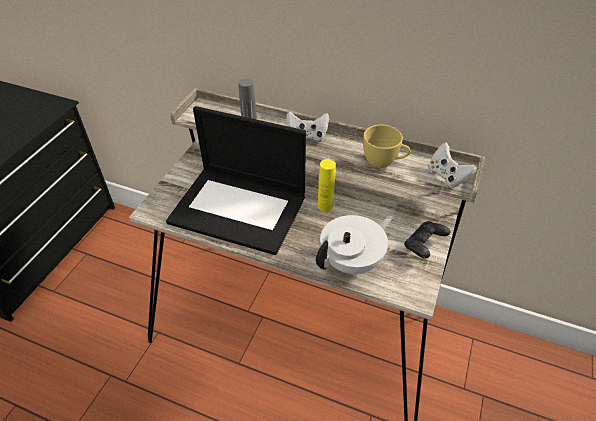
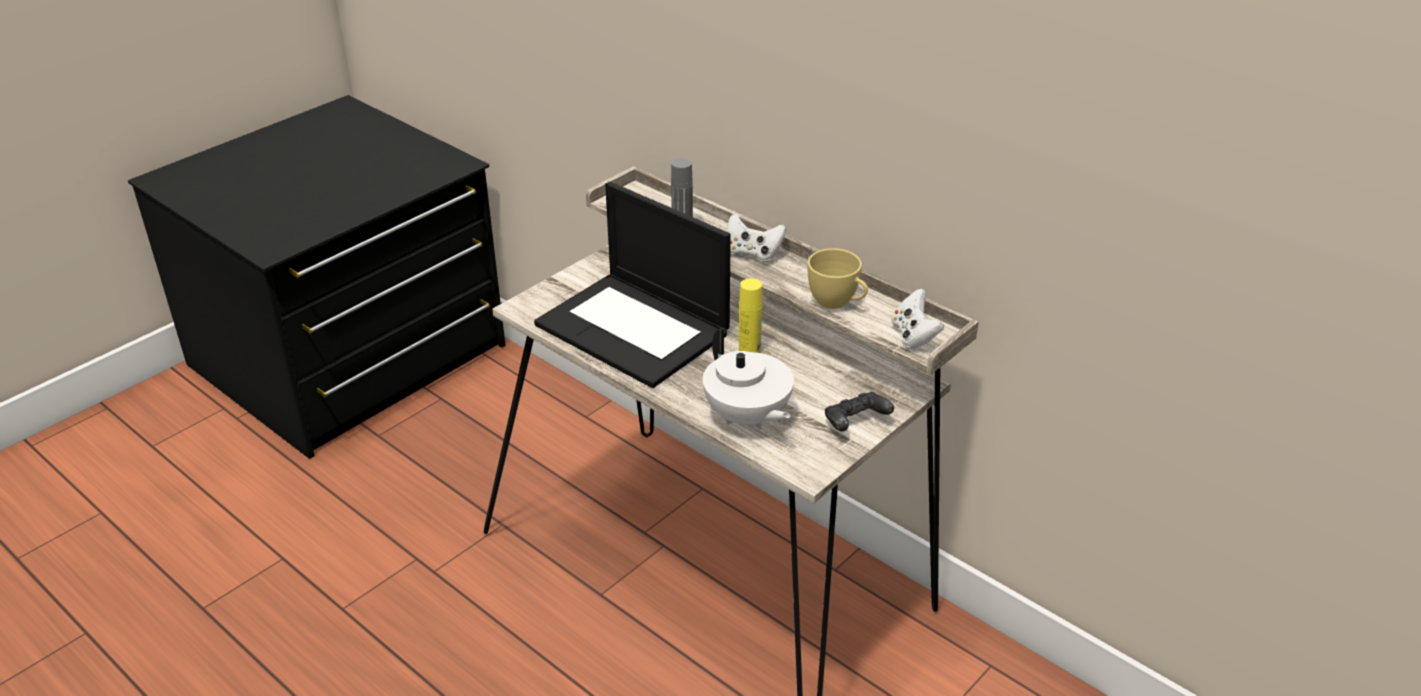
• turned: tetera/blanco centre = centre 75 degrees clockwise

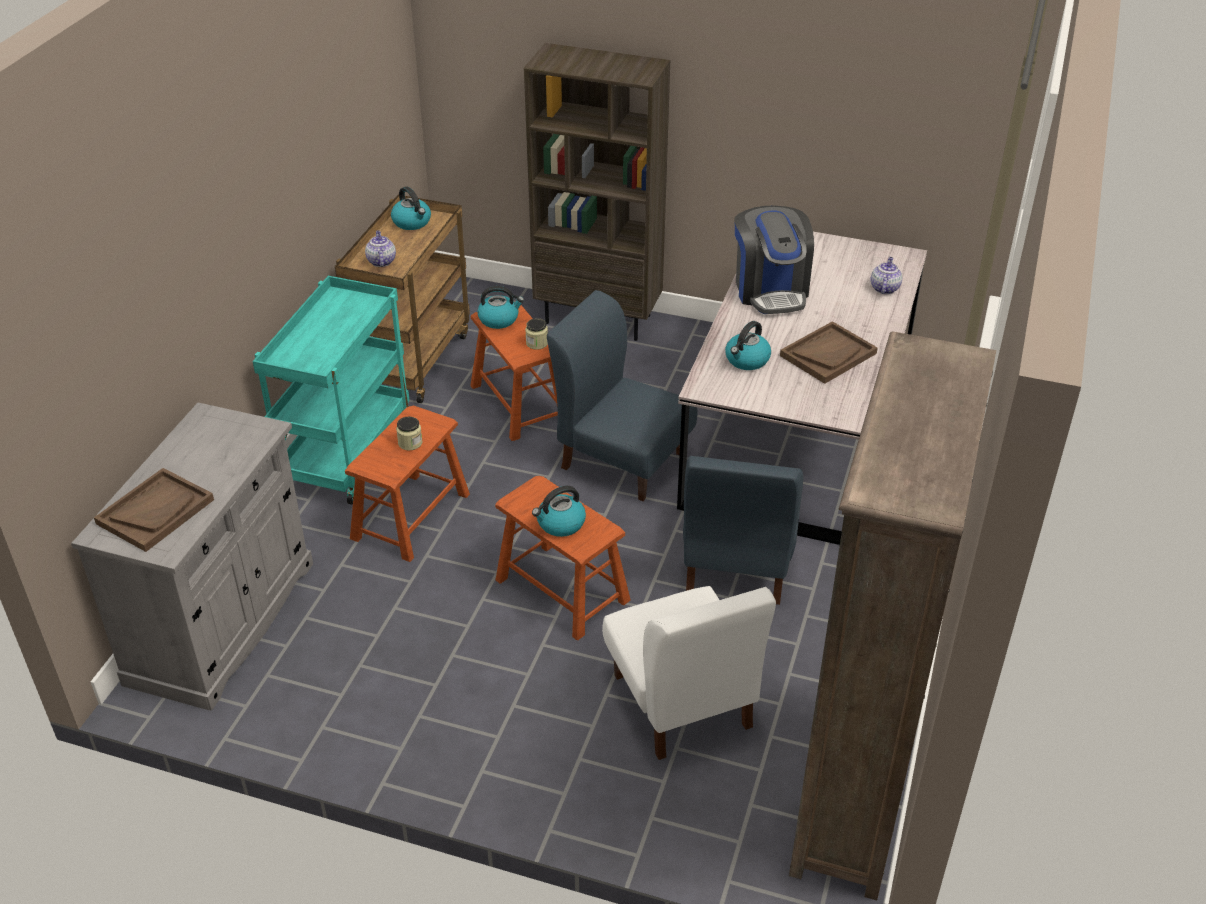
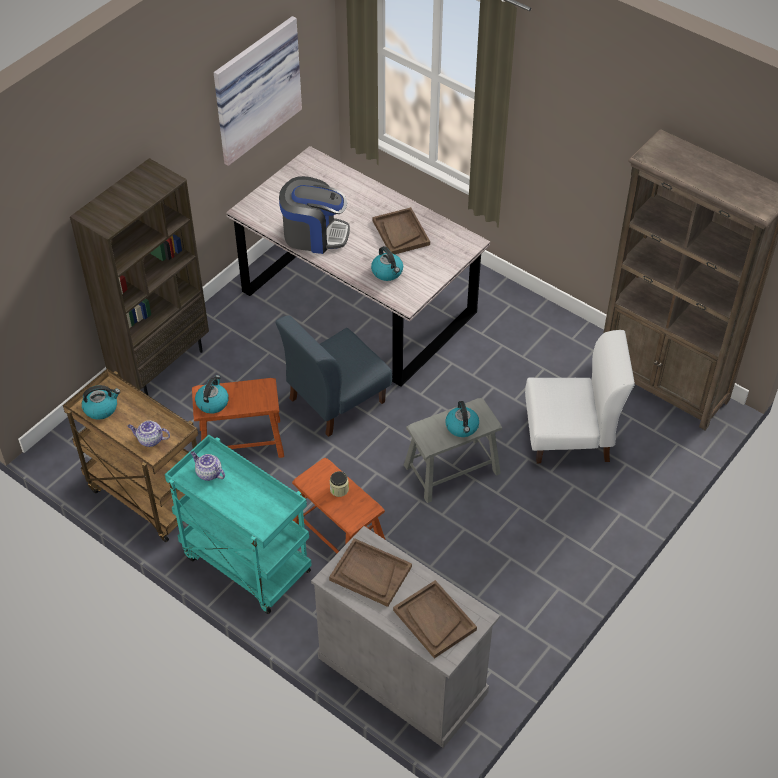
• moved: tetera (2nd from left) top right to middle left
• removed: tarro (2nd from left) centre
• removed: silla/azul (2nd from left) centre
• recoloured: taburete/marrón (3rd from left) centre to taburete/gris centre
• added: cuadro top left
• added: bandeja/marrón (1st from left) bottom centre

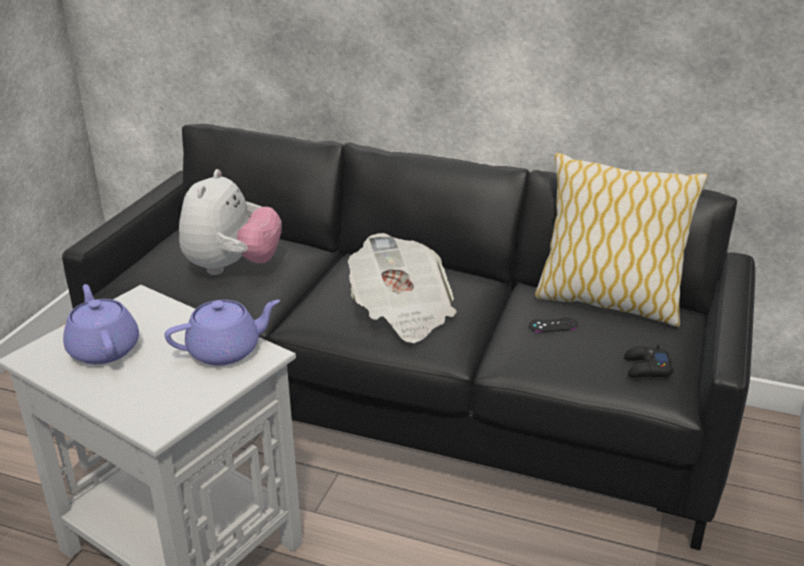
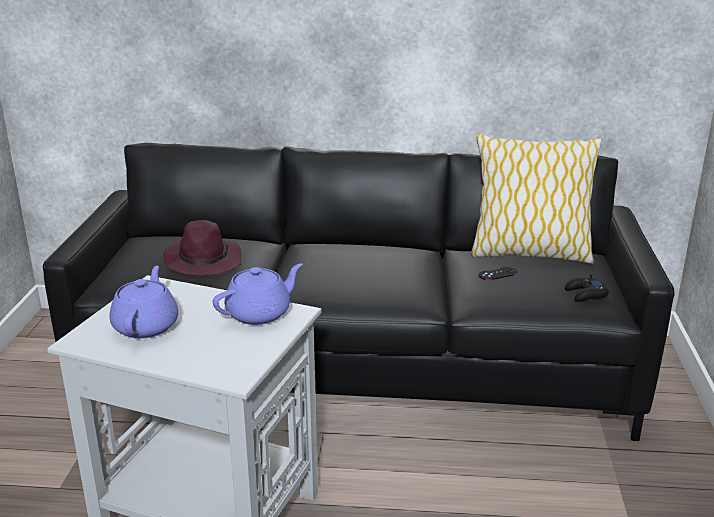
• replaced: peluche middle left to sombrero/morado middle left
• removed: periódico centre
• turned: tetera/morado (1st from left) middle left = middle left 45 degrees clockwise

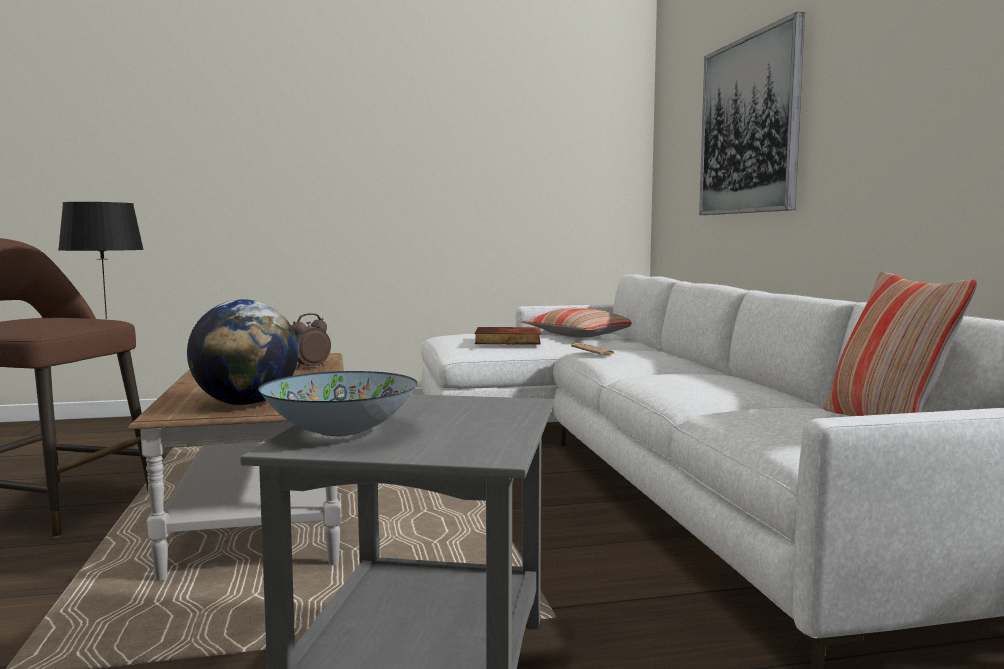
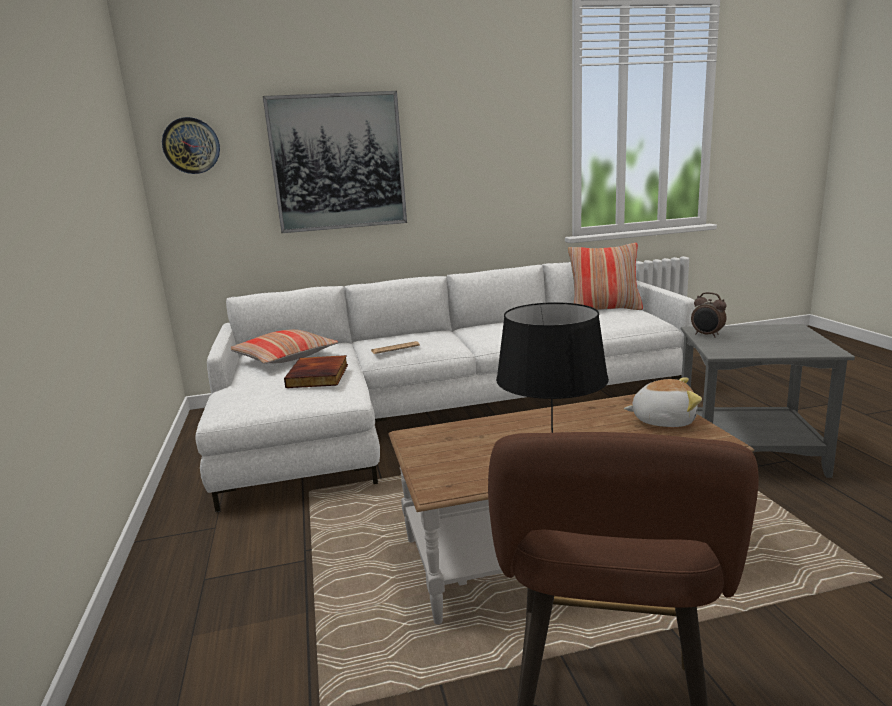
• replaced: globo terráqueo middle left to peluche middle right
• moved: despertador middle left to middle right
• removed: cuenco centre
• added: reloj de pared top left

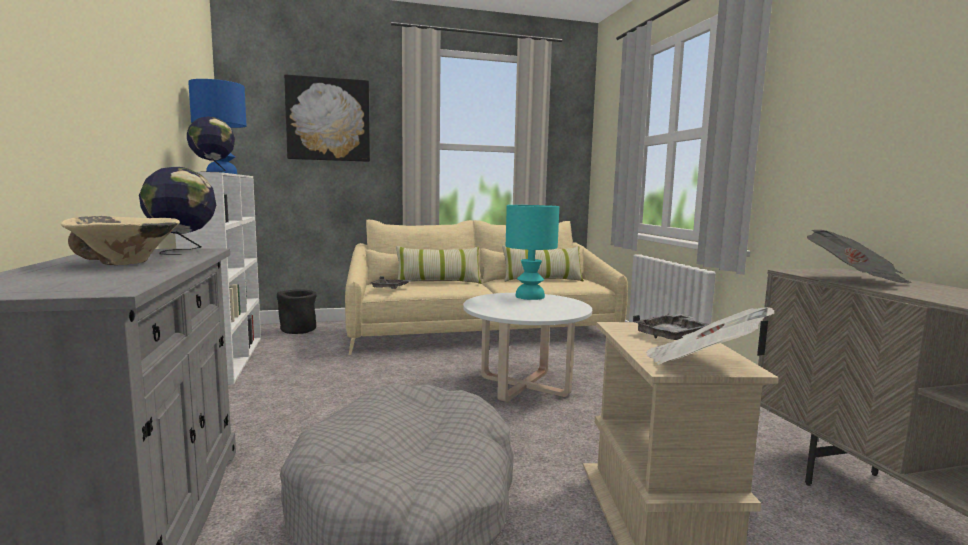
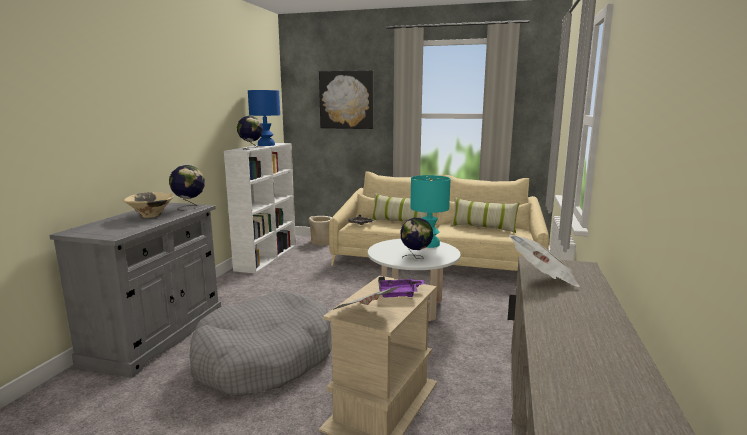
• recoloured: maceta/negro middle left to maceta/beis centre
• recoloured: bandeja/gris (2nd from left) middle right to bandeja/morado centre
• added: globo terráqueo (3rd from left) centre

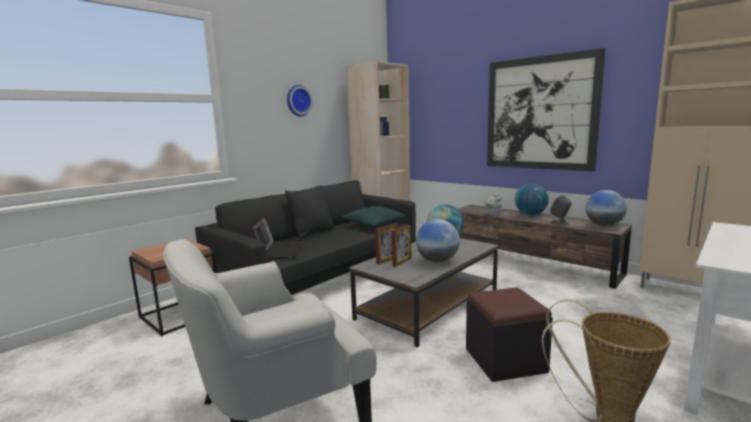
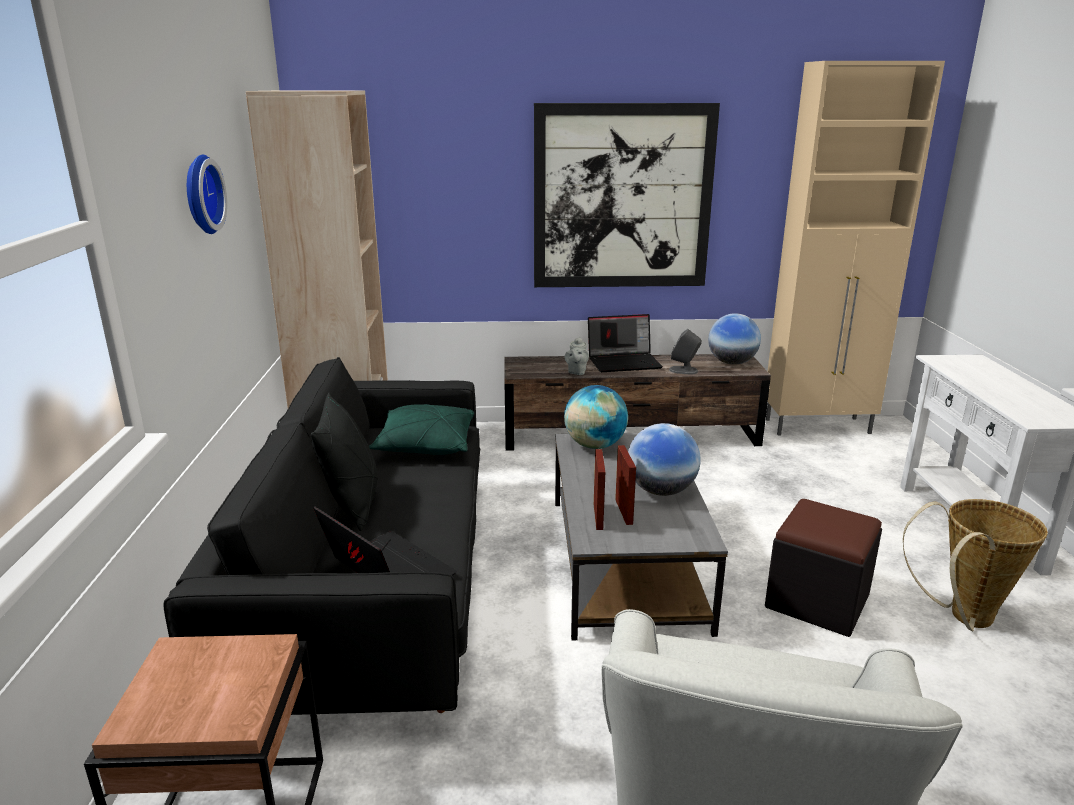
• replaced: globo terráqueo (3rd from left) middle right to portátil (2nd from left) centre

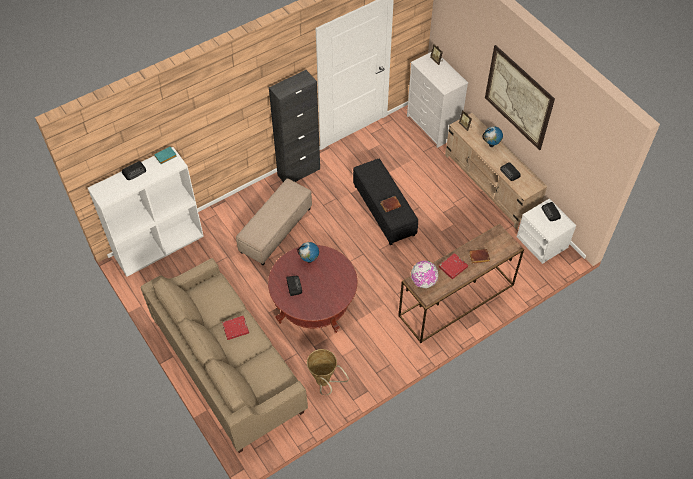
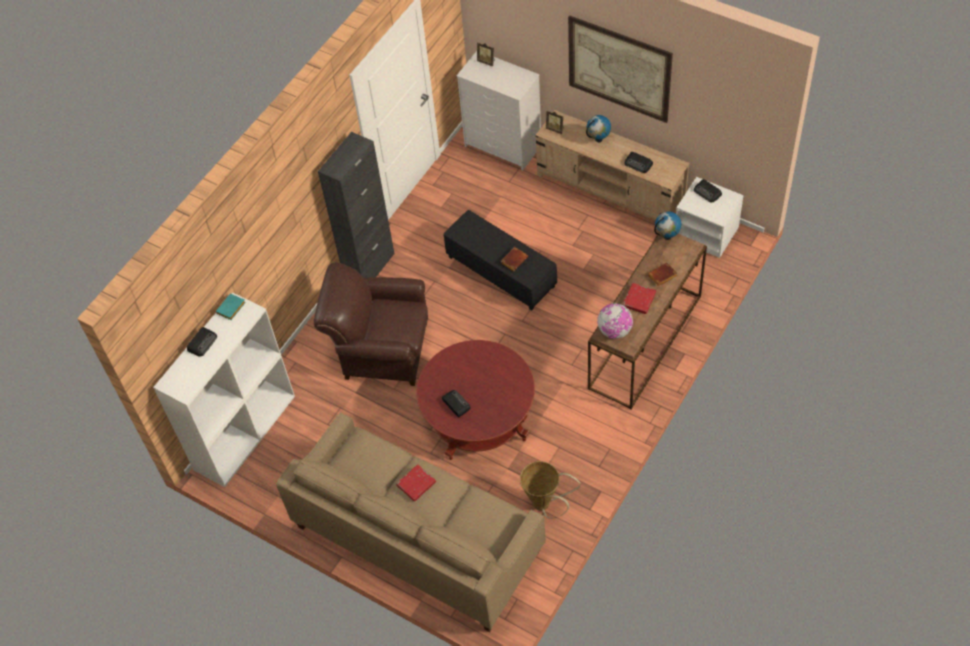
• replaced: puf/beis centre to sillón/marrón centre
• moved: globo terráqueo (1st from left in the first image) centre to globo terráqueo (3rd from left) middle right

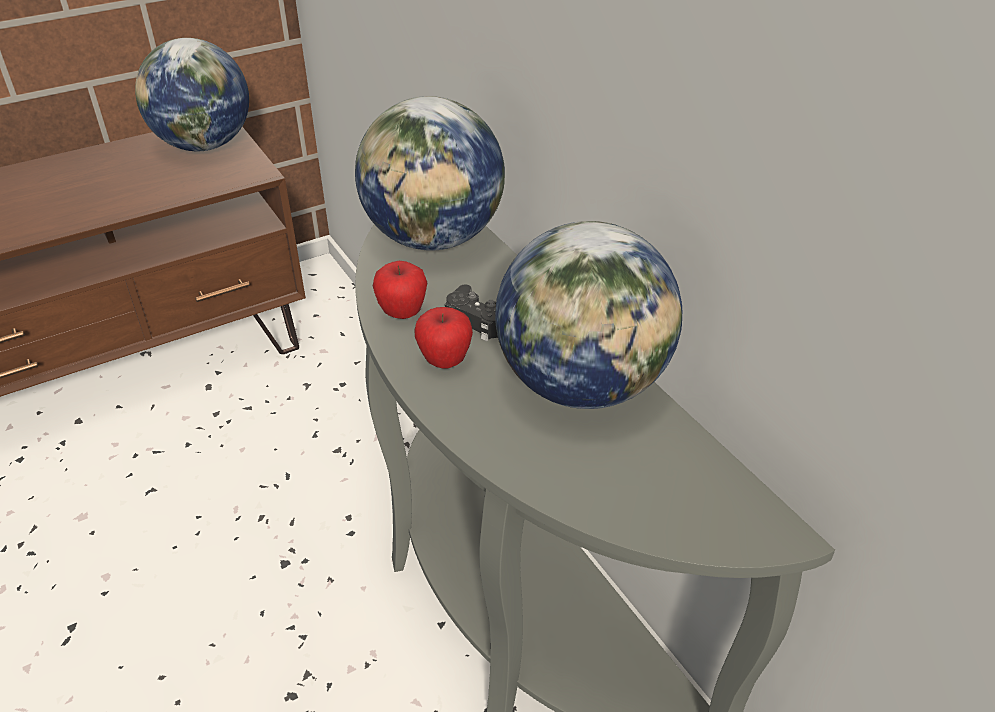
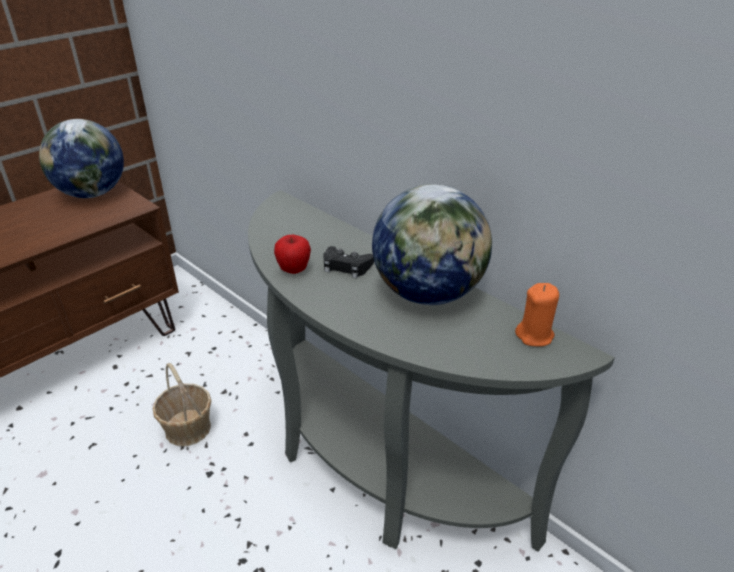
• removed: globo terráqueo (2nd from left) top centre
• removed: manzana (2nd from left) centre
• added: vela/naranja middle right
• added: cesta bottom left

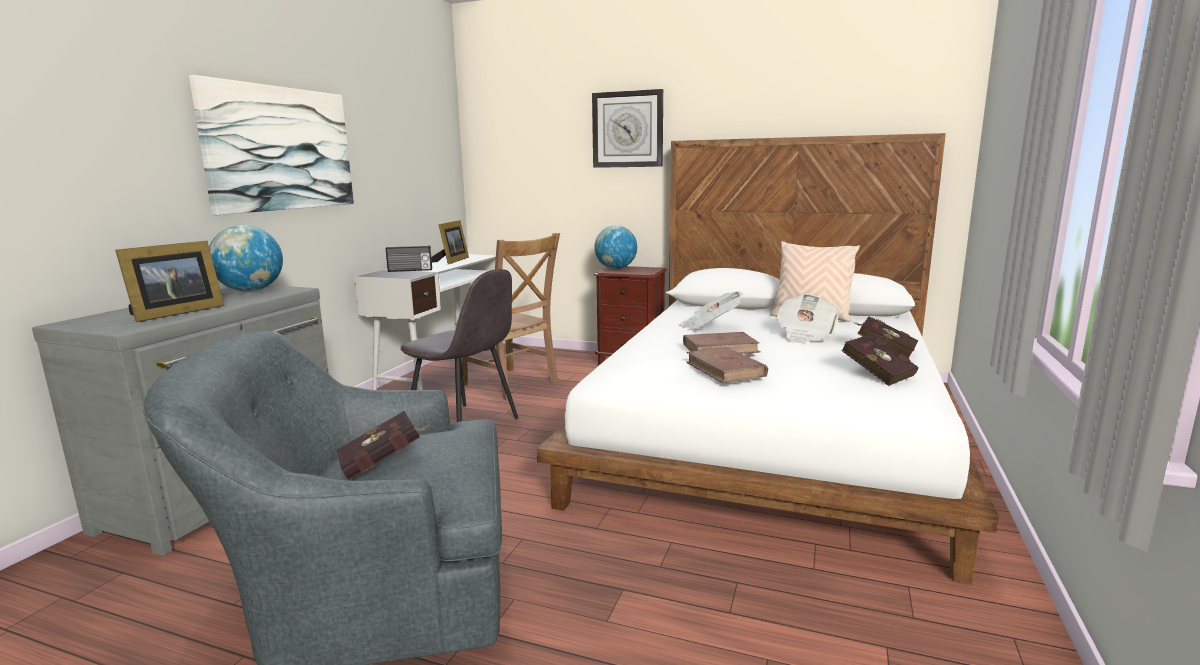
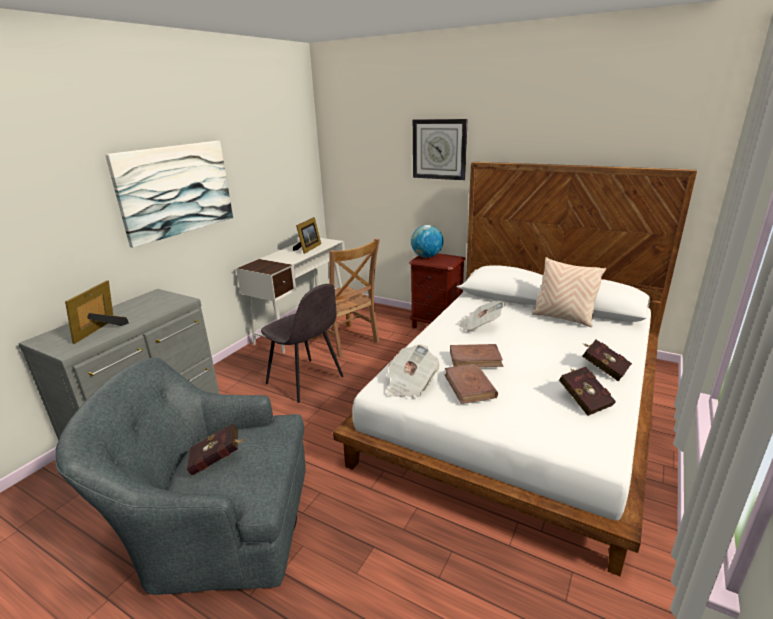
• removed: globo terráqueo (1st from left) middle left
• turned: portarretratos (1st from left) middle left = middle left 150 degrees clockwise
• removed: radio centre
• moved: periódico (2nd from left in the first image) middle right to periódico (1st from left) centre

